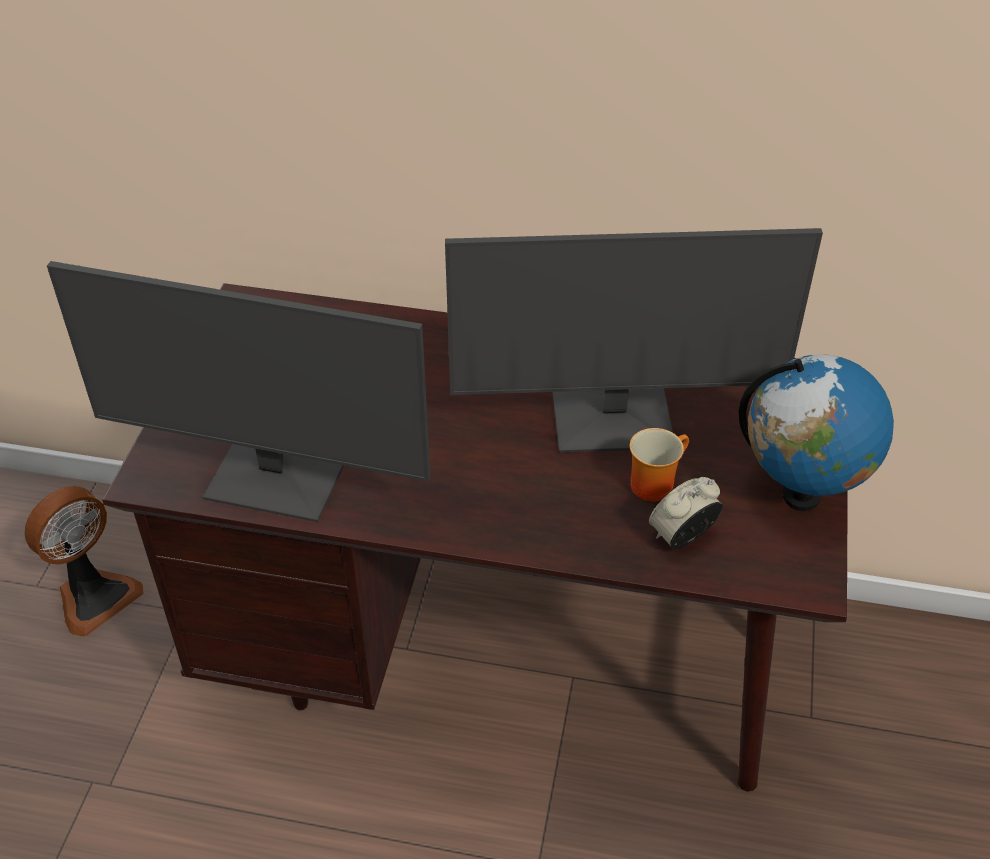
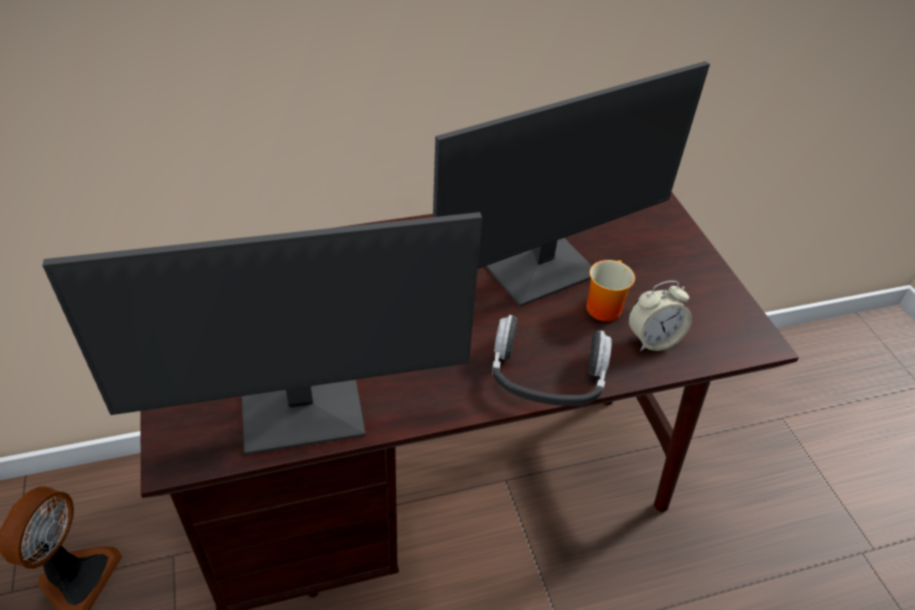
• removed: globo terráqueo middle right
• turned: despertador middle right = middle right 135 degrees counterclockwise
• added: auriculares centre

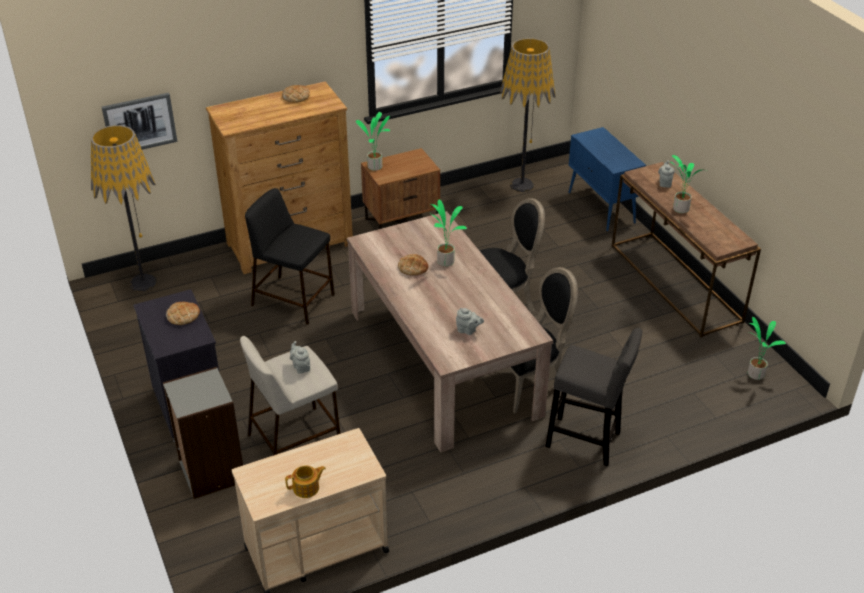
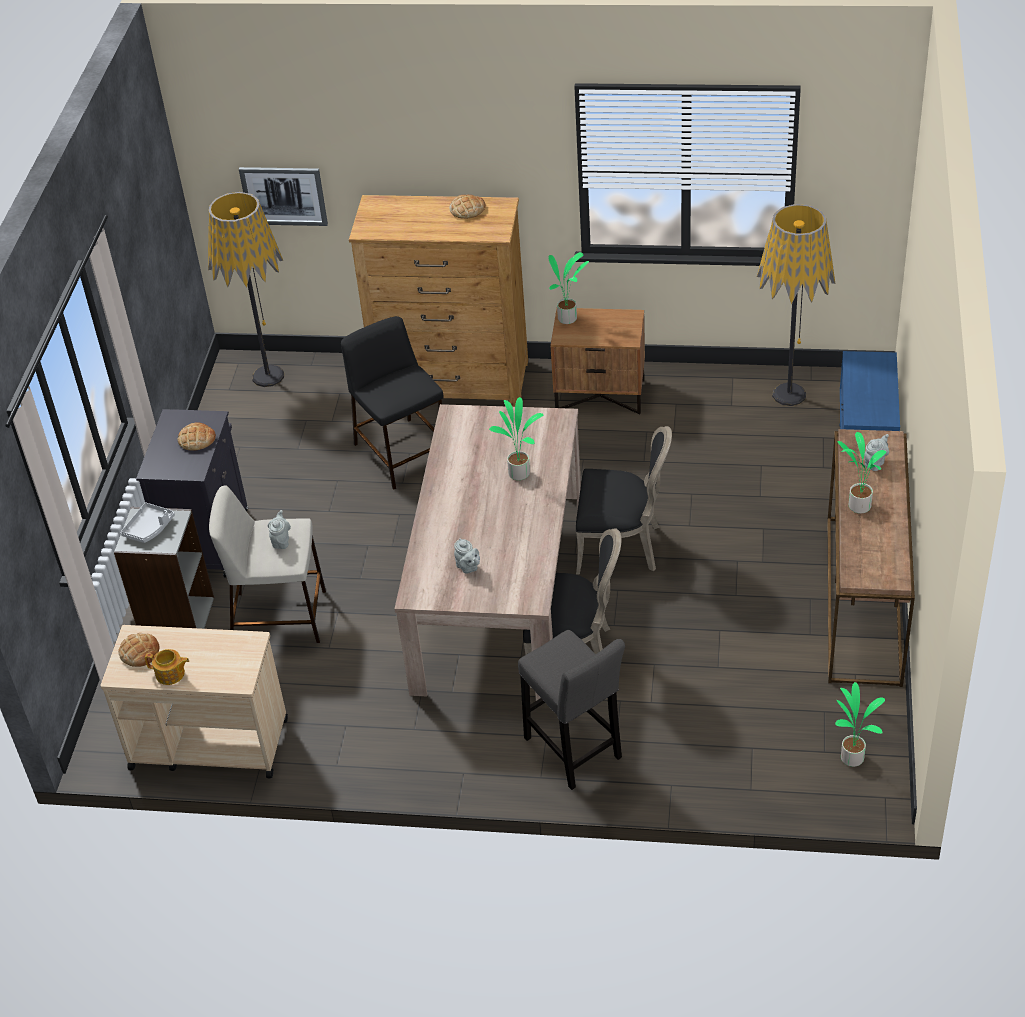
• moved: pan (3rd from left in the first image) centre to pan (1st from left) middle left
• added: bandeja/gris middle left

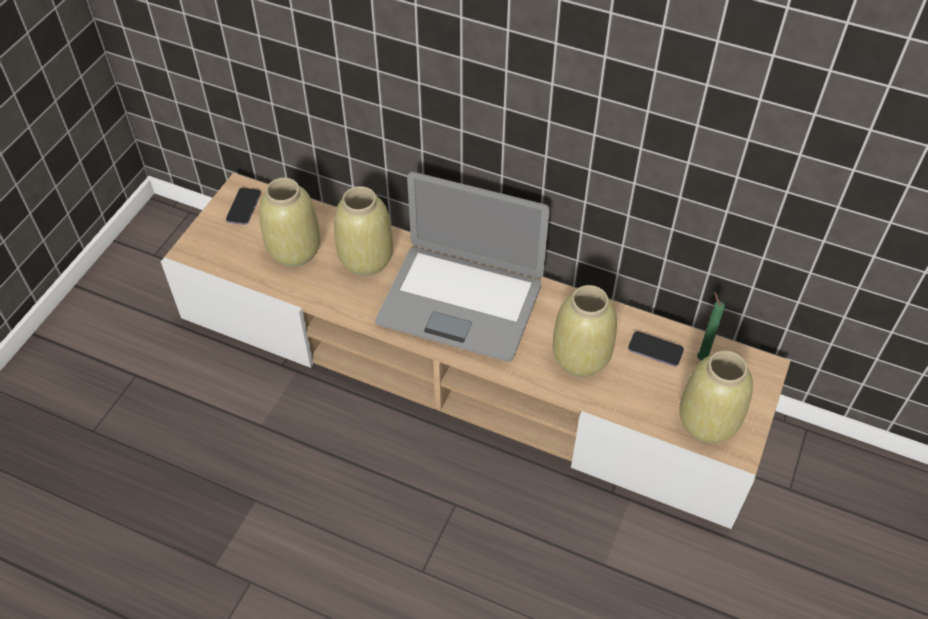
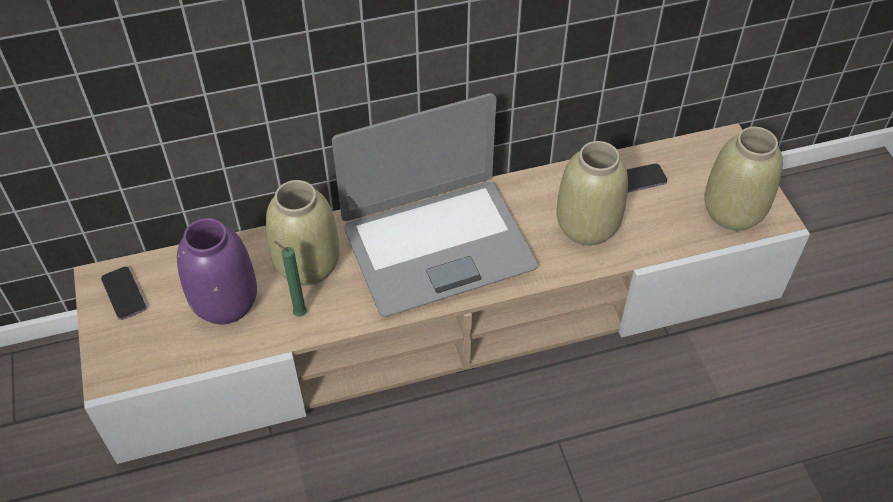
• recoloured: florero/beis (1st from left) middle left to florero/morado middle left
• moved: vela/verde middle right to middle left

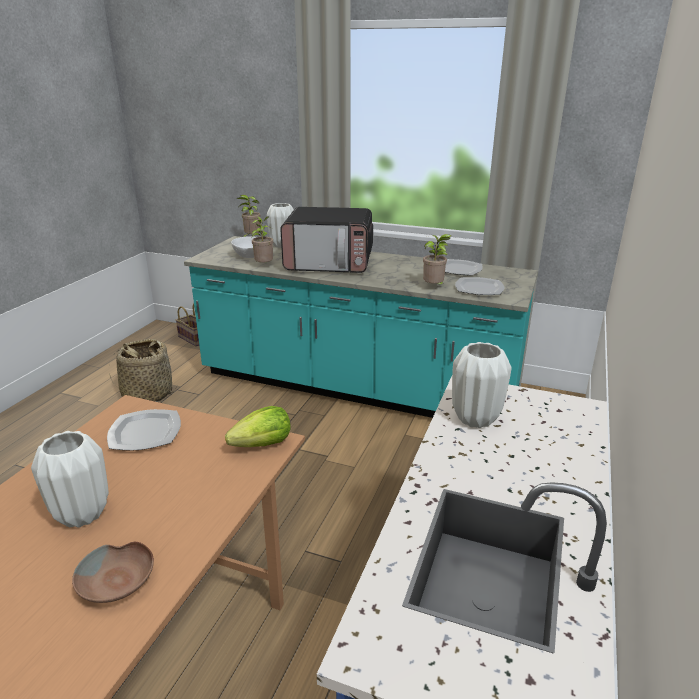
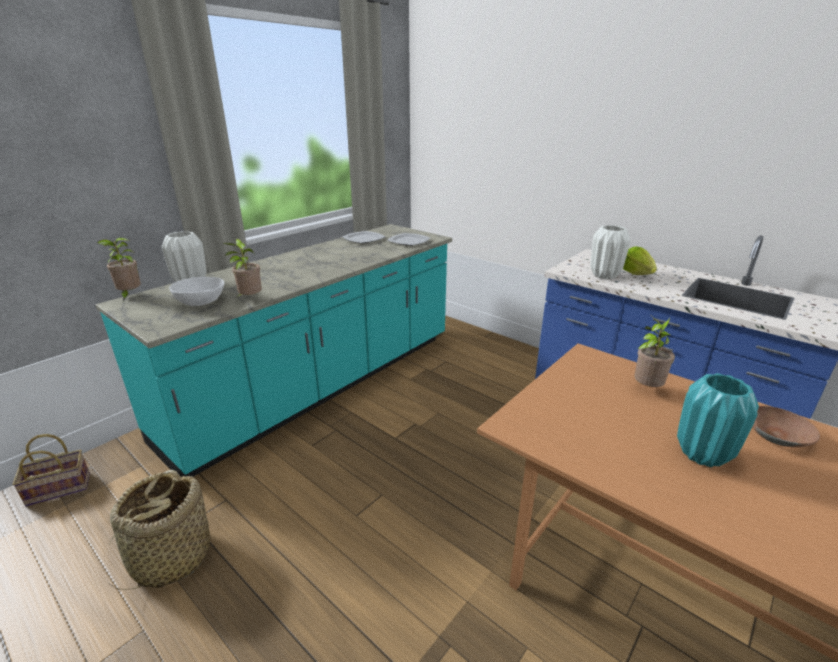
• removed: microondas centre
• moved: planta en maceta (3rd from left) centre to middle right
• moved: lechuga centre to middle right
• removed: plato (1st from left) middle left
• recoloured: florero/blanco (1st from left) bottom left to florero/turquesa middle right

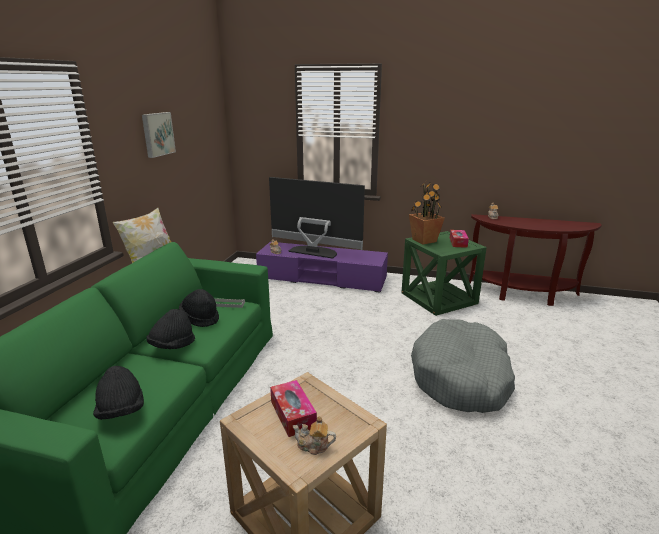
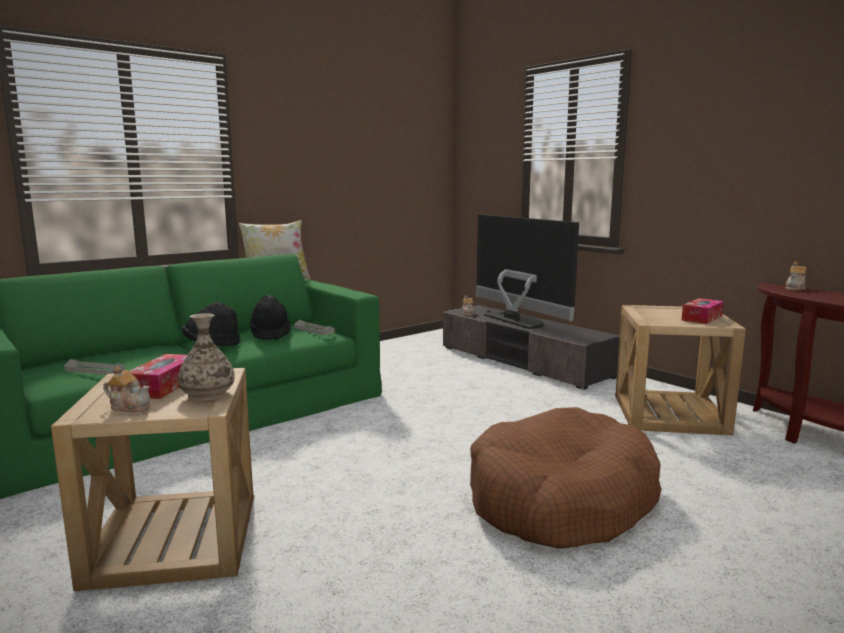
• removed: cuadro top left
• removed: planta en maceta centre
• recoloured: mesa auxiliar/verde middle right to mesa auxiliar/beis (2nd from left) middle right
• recoloured: mueble de televisión/morado centre to mueble de televisión/gris centre
• recoloured: cama para perro/gris bottom right to cama para perro/marrón bottom right
• replaced: sombrero/negro (1st from left) bottom left to bandeja/gris (1st from left) middle left
• turned: tetera (2nd from left in the first image) bottom centre = middle left 150 degrees clockwise
• added: florero middle left

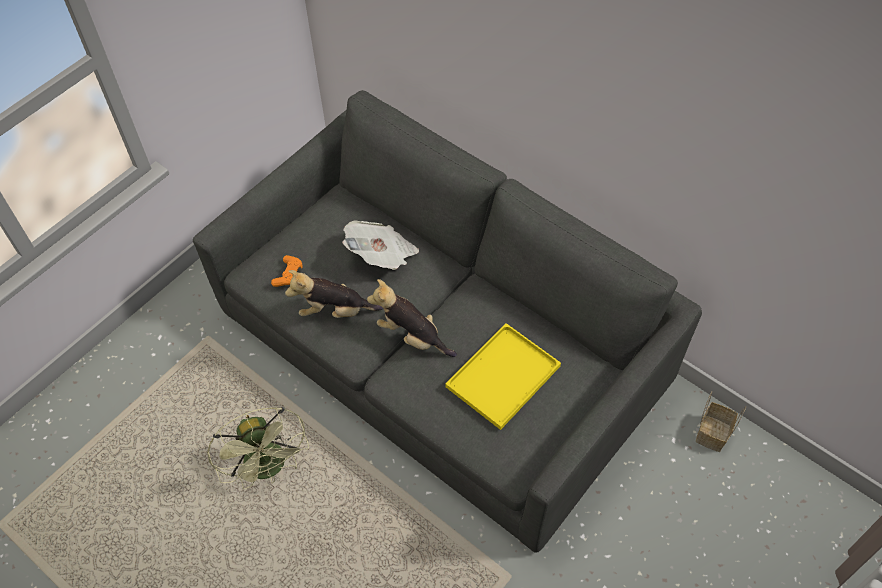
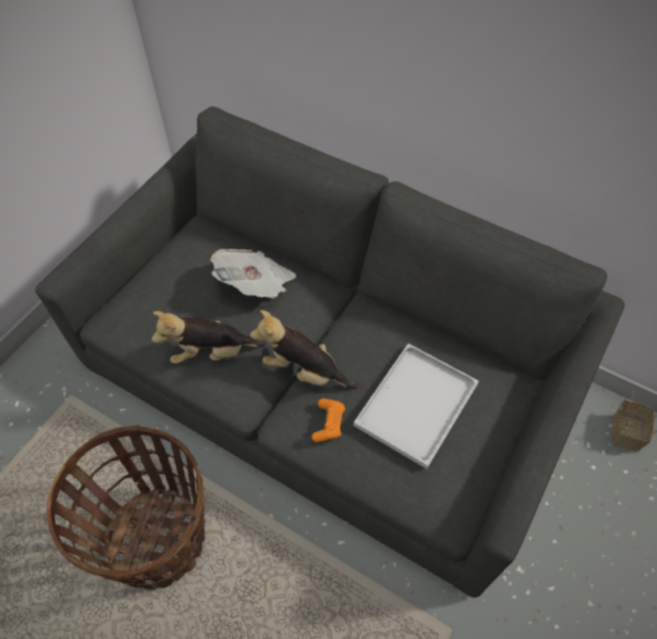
• moved: mando de consola/naranja middle left to centre
• recoloured: bandeja/amarillo centre to bandeja/blanco centre
• replaced: ventilador/verde bottom left to cesta (1st from left) bottom left

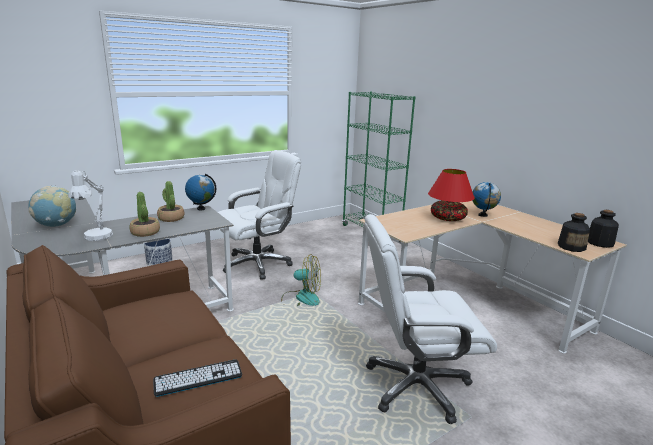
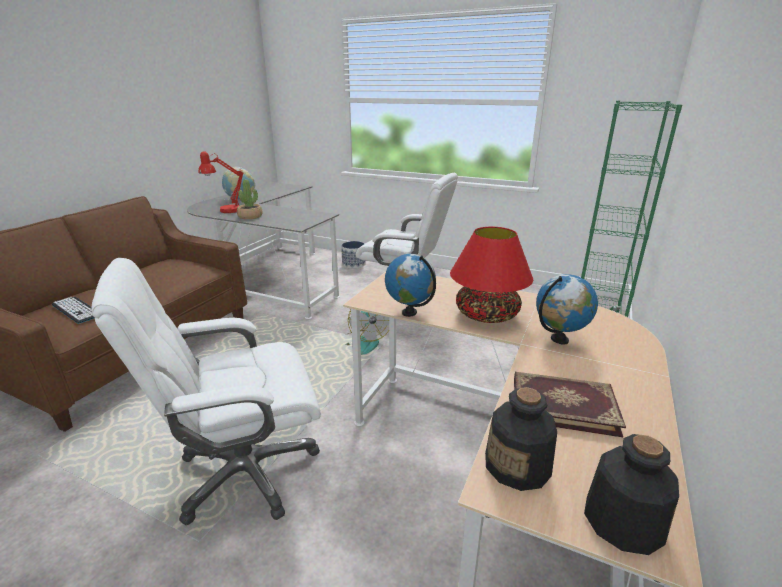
• recoloured: lámpara de mesa/blanco middle left to lámpara de mesa/rojo (1st from left) top left
• moved: globo terráqueo (2nd from left) middle left to centre
• removed: planta en maceta (2nd from left) middle left
• turned: silla de oficina/blanco (2nd from left in the first image) bottom centre = middle left 75 degrees counterclockwise
• added: libro bottom right

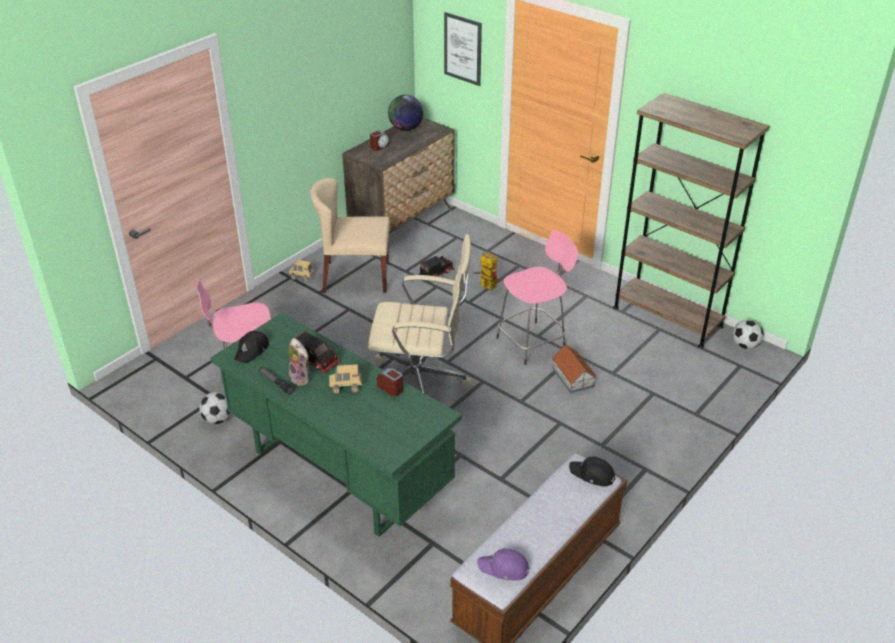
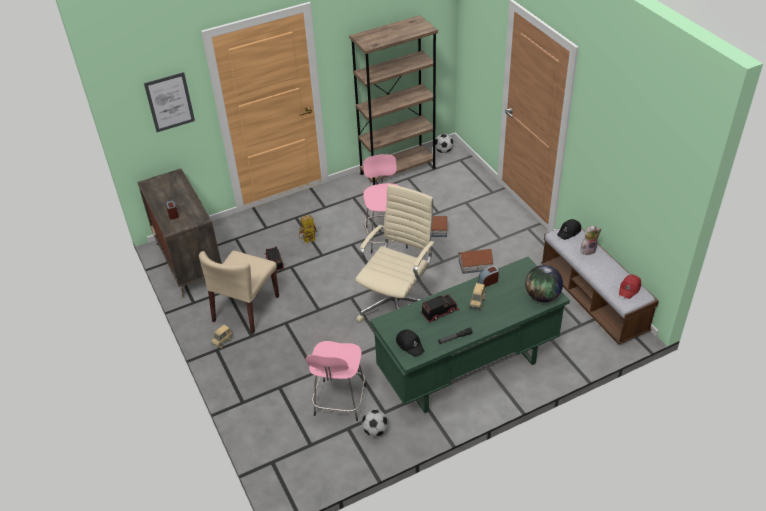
• moved: globo terráqueo top centre to middle right
• moved: peluche centre to middle right
• recoloured: gorra/morado bottom centre to gorra/rojo middle right
• added: casita (2nd from left) centre

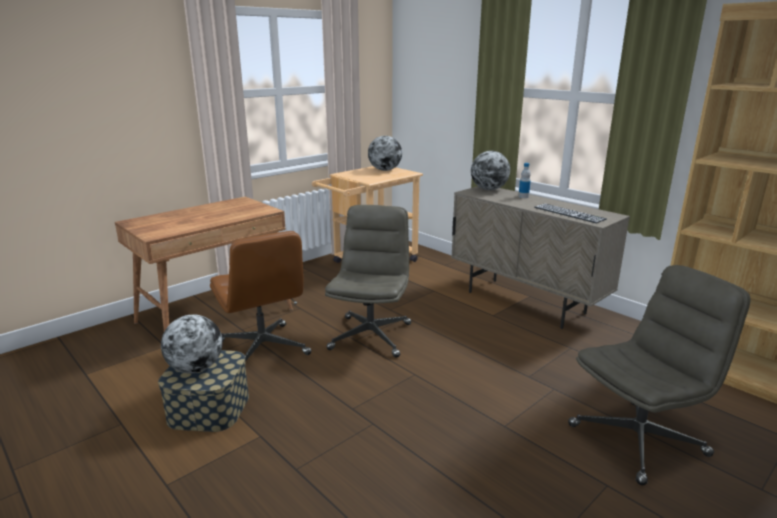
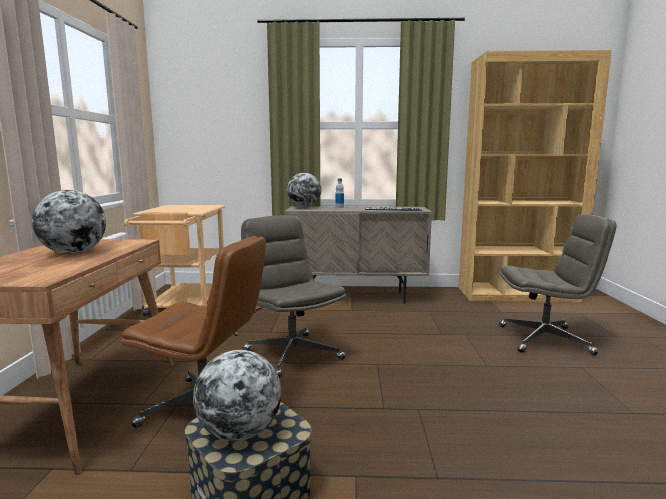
• moved: globo terráqueo (2nd from left in the first image) top centre to globo terráqueo (1st from left) middle left
• turned: silla de oficina/gris (2nd from left) bottom right = middle right 75 degrees clockwise

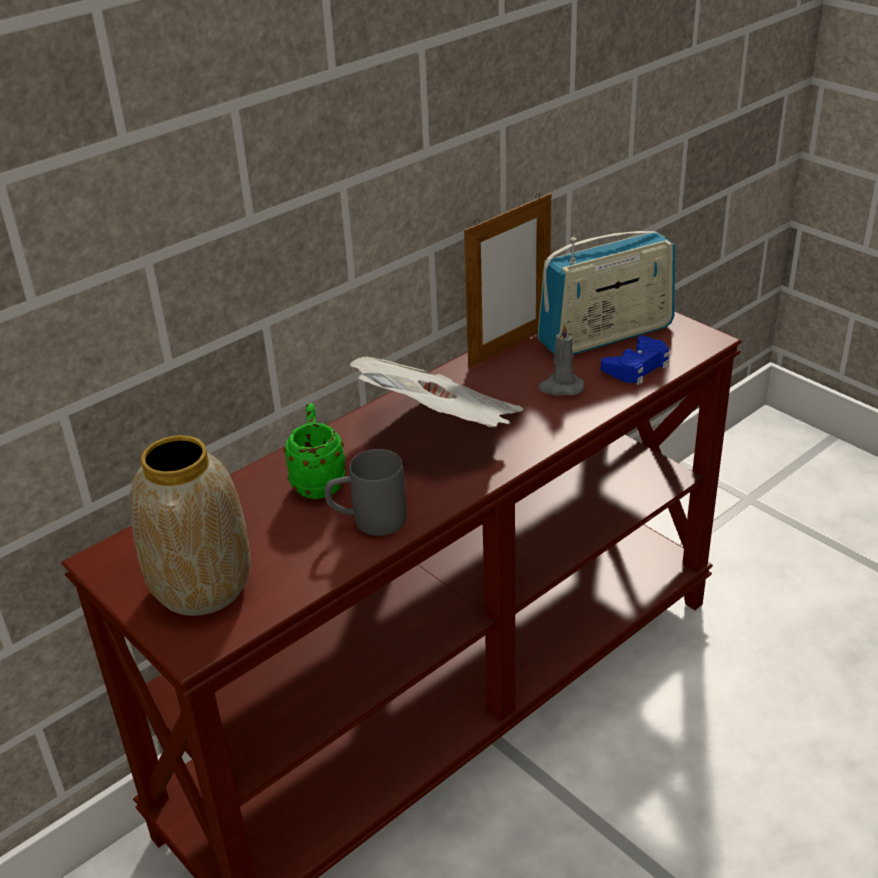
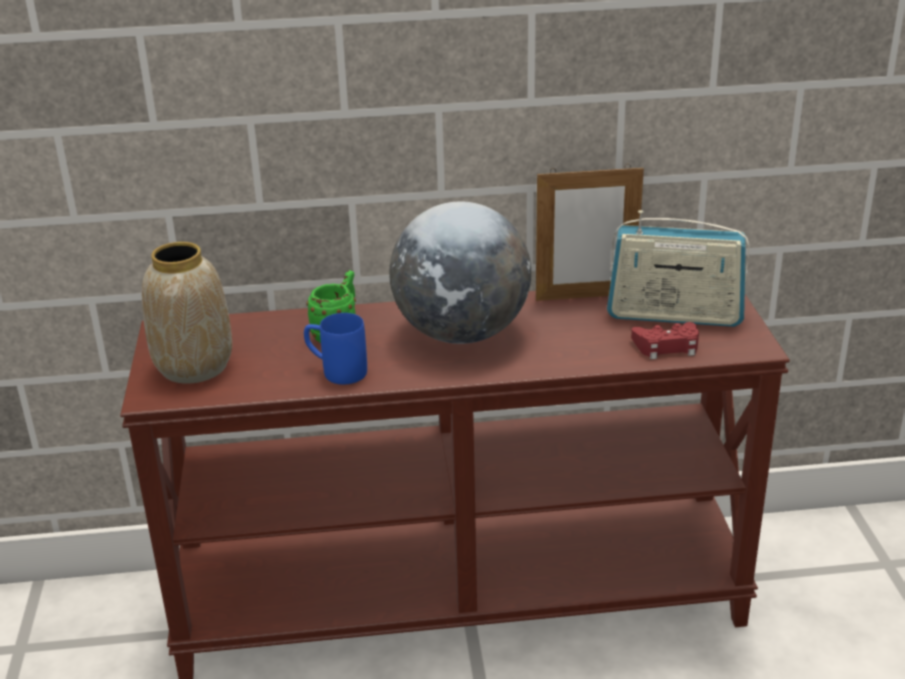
• removed: vela/gris centre
• recoloured: mando de consola/azul middle right to mando de consola/rojo middle right
• replaced: periódico centre to globo terráqueo centre
• recoloured: taza grande/gris centre to taza grande/azul centre

